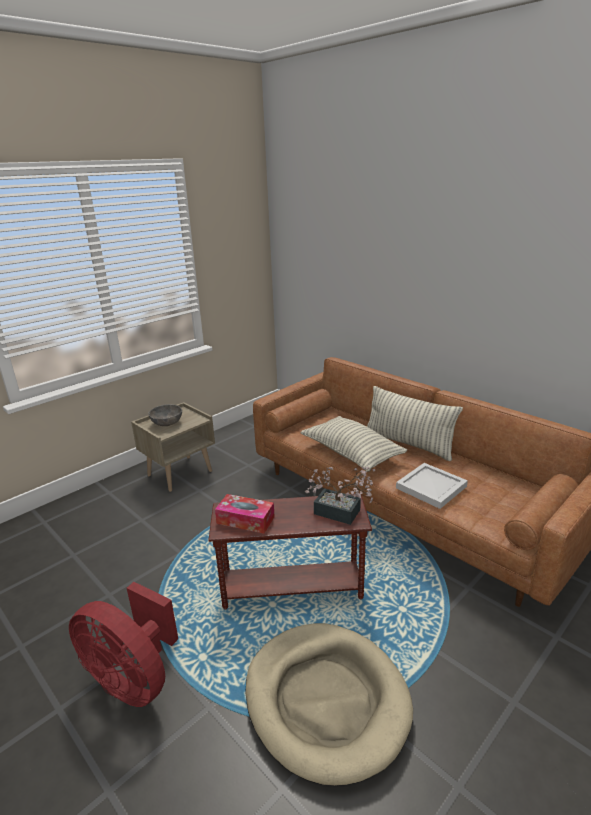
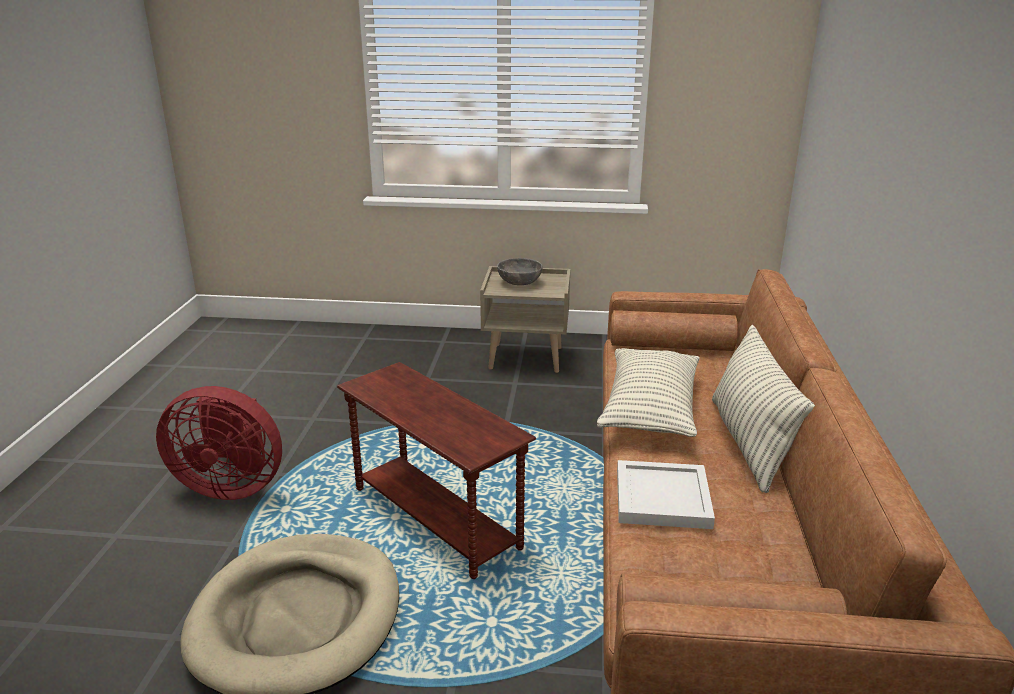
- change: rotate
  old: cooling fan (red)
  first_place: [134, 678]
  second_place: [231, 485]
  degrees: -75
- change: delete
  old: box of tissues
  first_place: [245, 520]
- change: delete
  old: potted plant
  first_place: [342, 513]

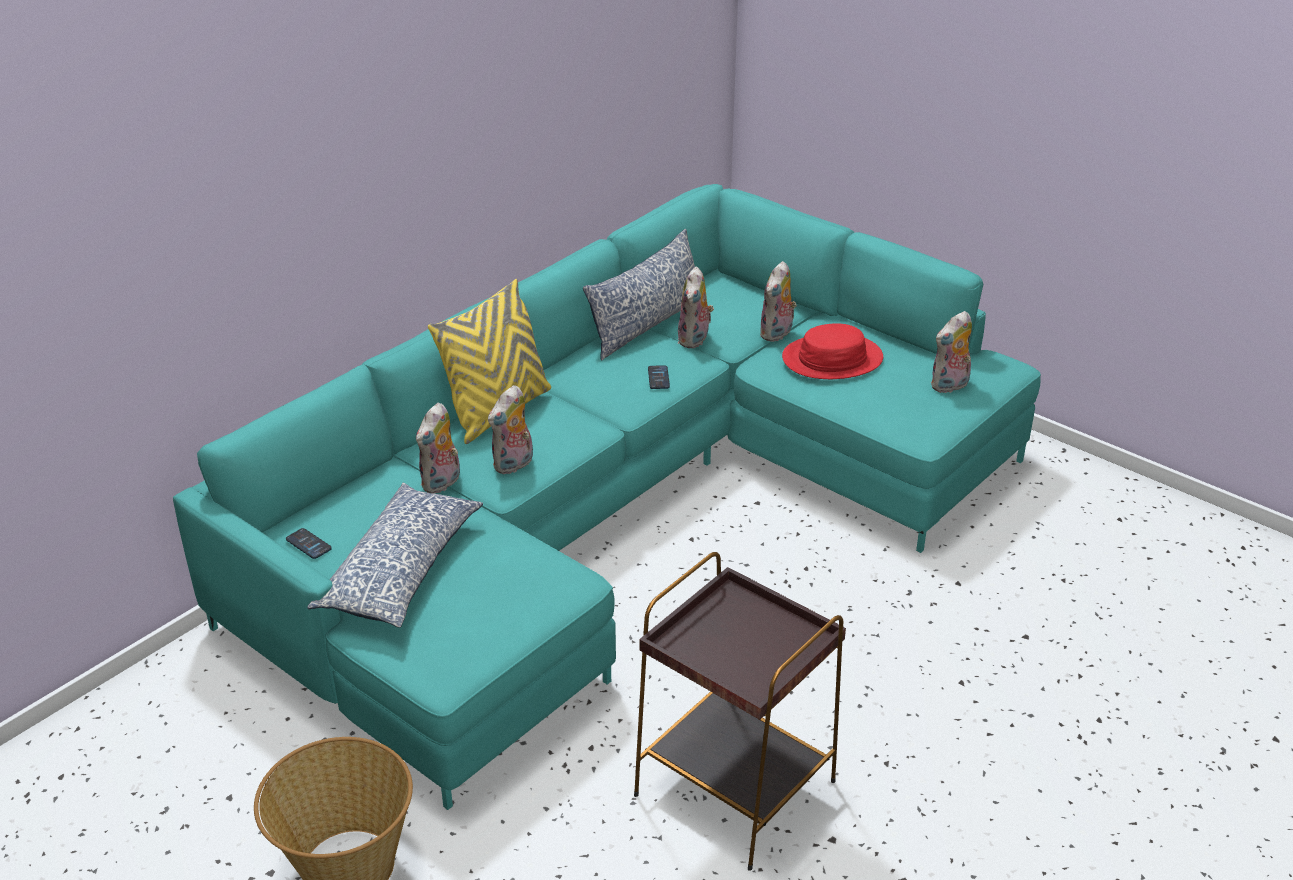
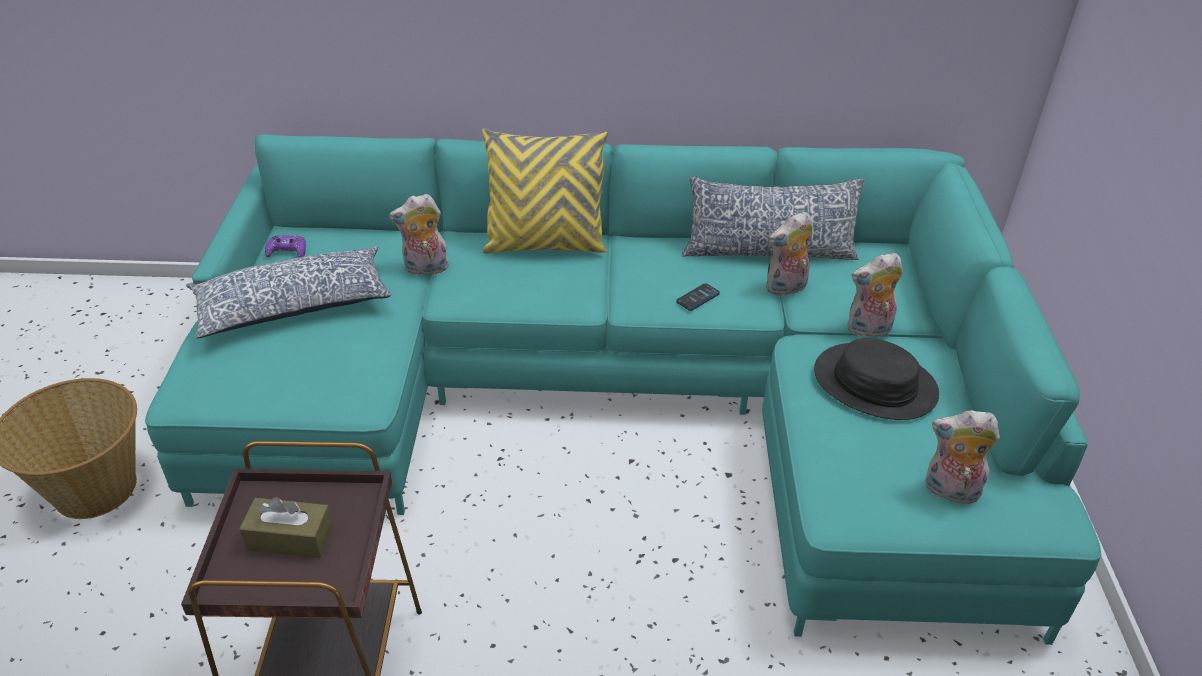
- change: insert
  new: box of tissues (brownish)
  second_place: [290, 538]
- change: replace
  old: phone
  new: gamepad (purple)
  first_place: [308, 544]
  second_place: [287, 251]
- change: recolor
  old: clothing hat (red)
  new: clothing hat (black-coloured)
  first_place: [832, 359]
  second_place: [874, 384]
- change: delete
  old: soft toy
  first_place: [514, 465]

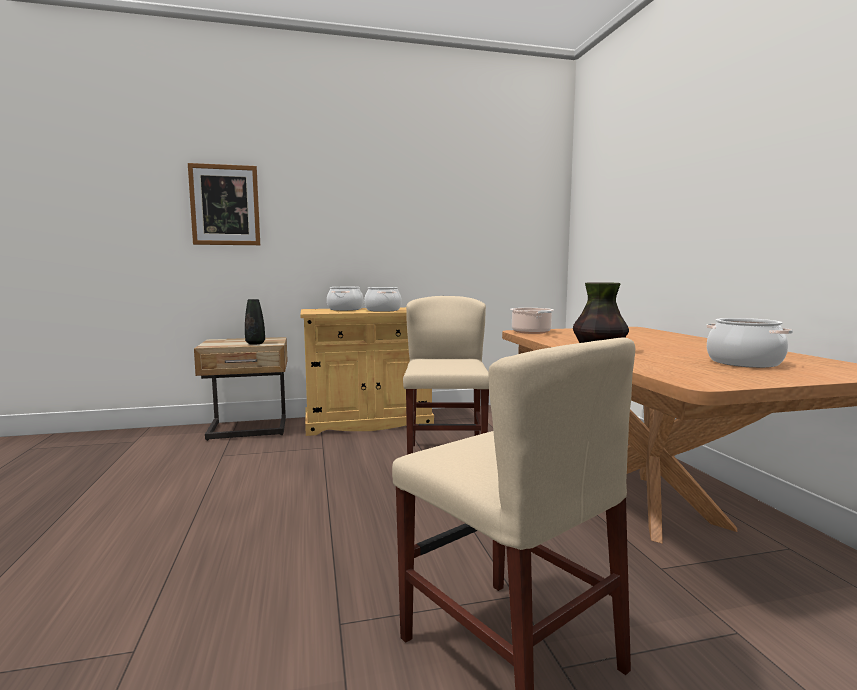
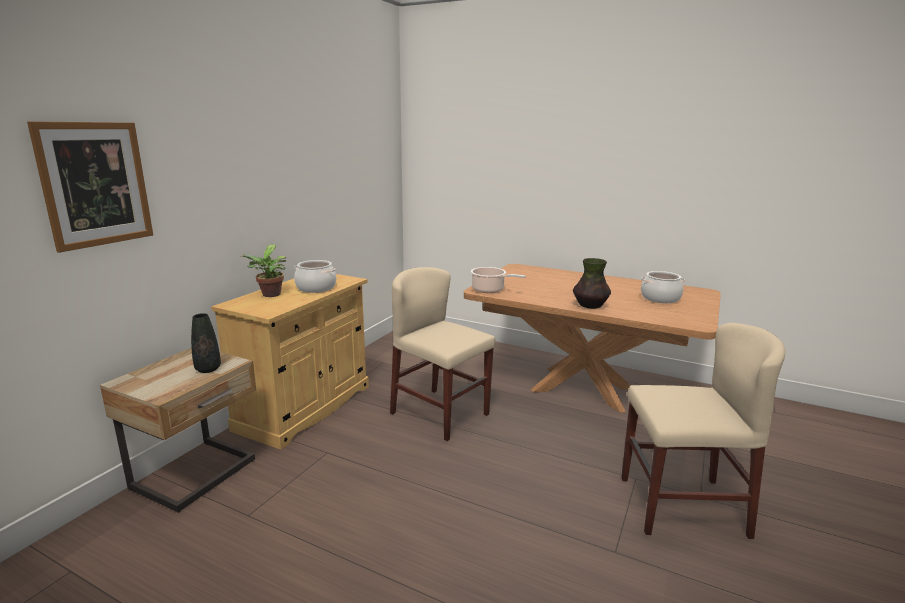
- change: replace
  old: stockpot
  new: potted plant
  first_place: [345, 309]
  second_place: [270, 295]

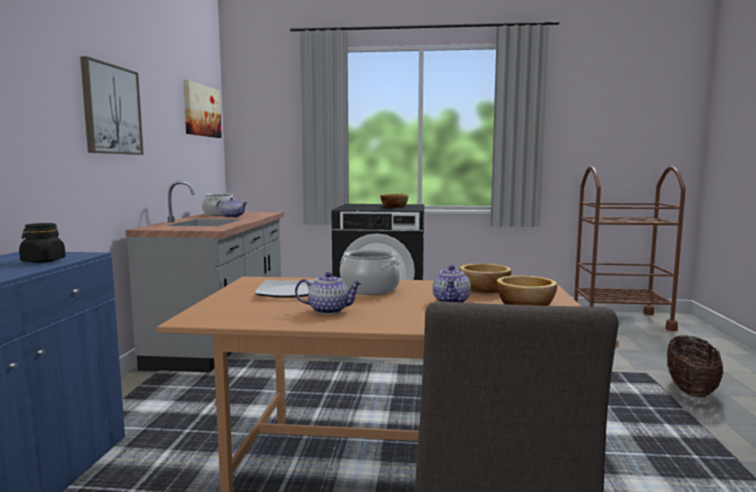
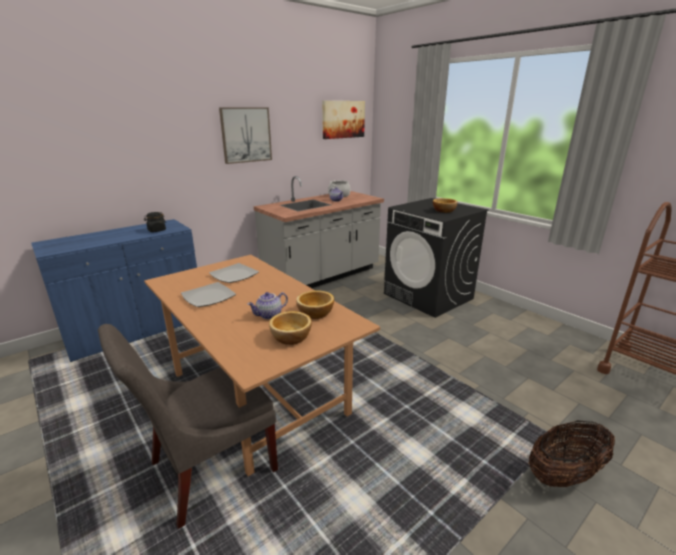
- change: replace
  old: tea pot
  new: plate
  first_place: [329, 310]
  second_place: [209, 296]
- change: delete
  old: stockpot
  first_place: [370, 289]

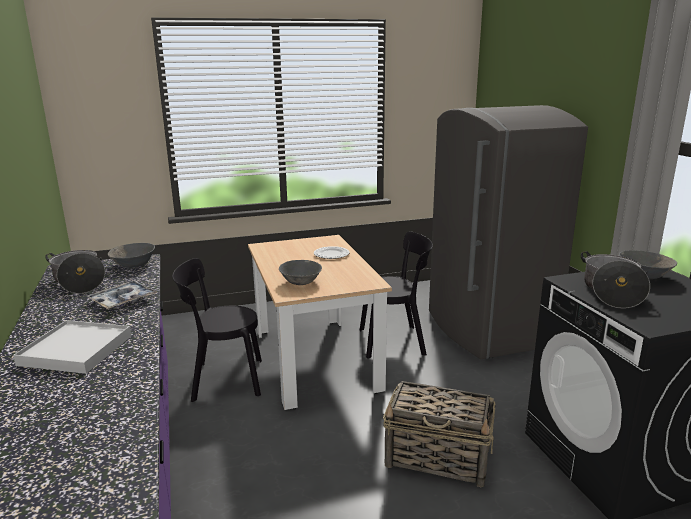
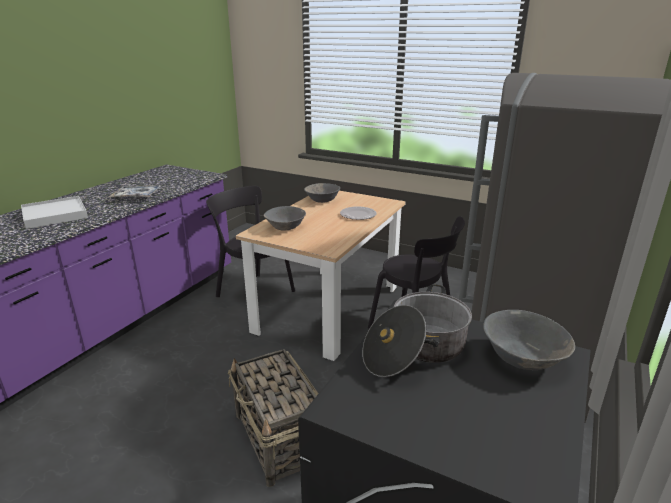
- change: move
  old: serving bowl (grey)
  first_place: [134, 264]
  second_place: [323, 200]
- change: delete
  old: stockpot
  first_place: [79, 282]

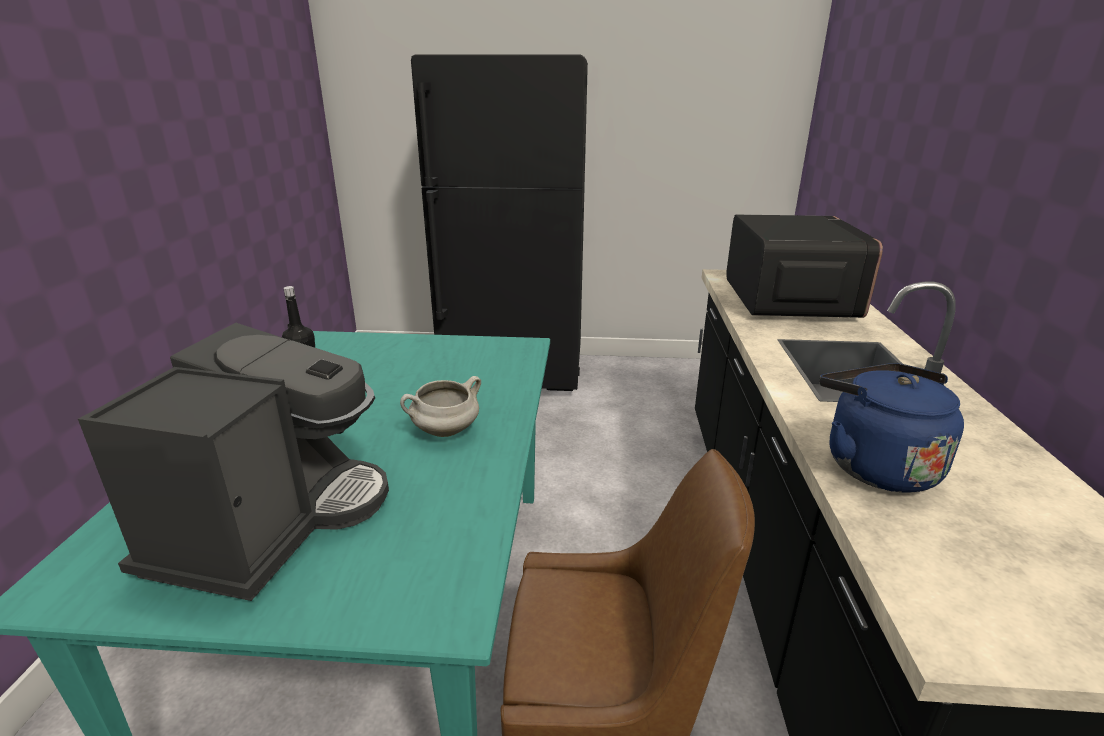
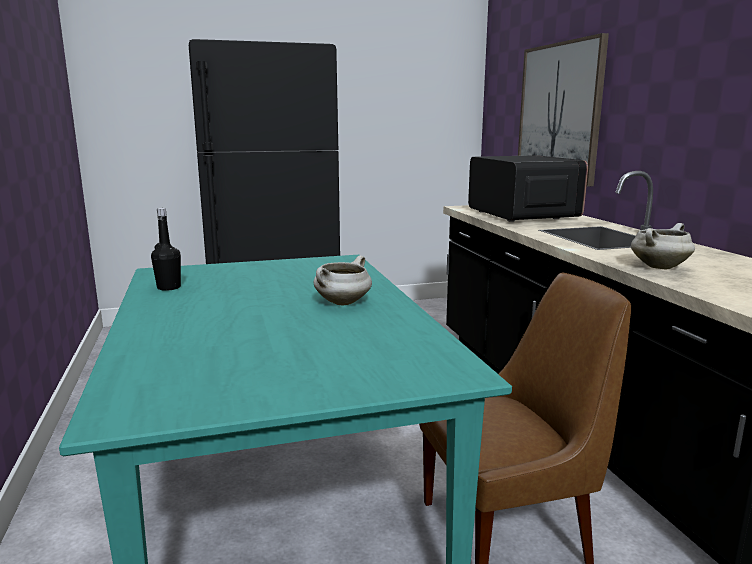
- change: insert
  new: wall art
  second_place: [559, 113]
- change: replace
  old: kettle (blue)
  new: stockpot (white)
  first_place: [874, 465]
  second_place: [659, 267]
- change: delete
  old: coffee brewer
  first_place: [272, 522]

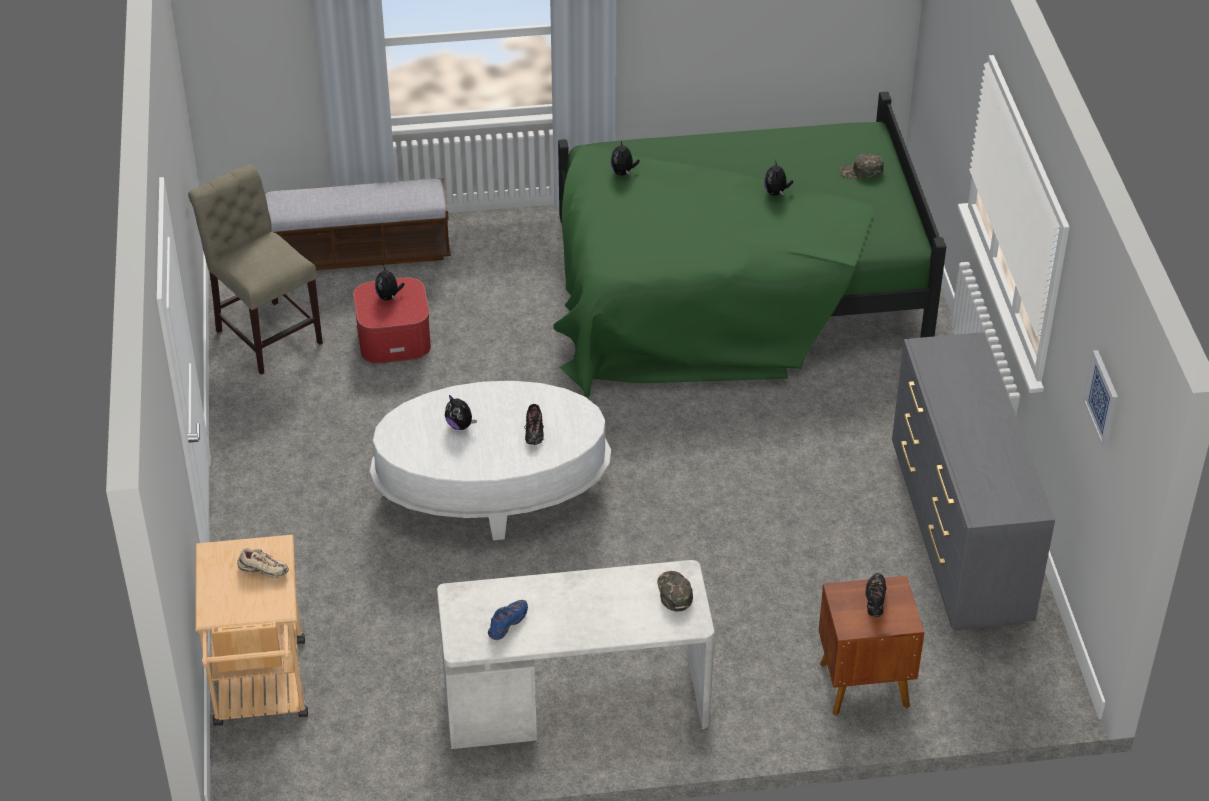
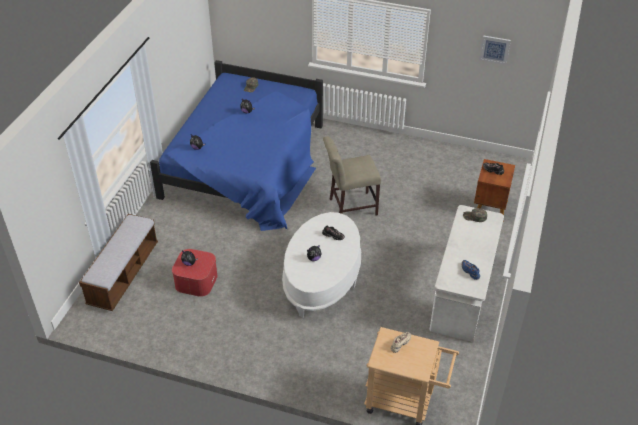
- change: recolor
  old: bed (greenish)
  new: bed (blue)
  first_place: [732, 287]
  second_place: [247, 164]
- change: move
  old: plain chair (sand-coloured)
  first_place: [265, 333]
  second_place: [350, 207]
- change: delete
  old: drawer chest (grey)
  first_place: [958, 536]

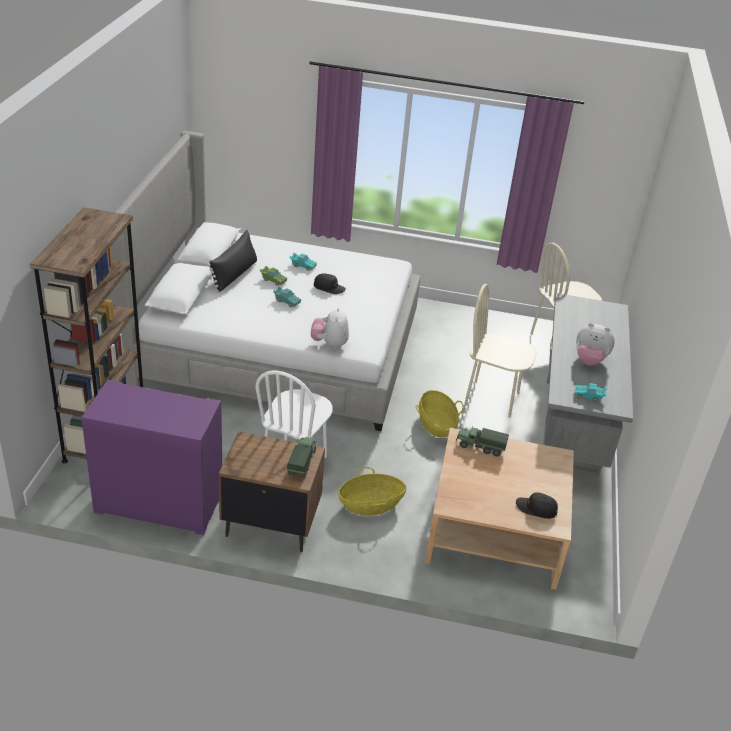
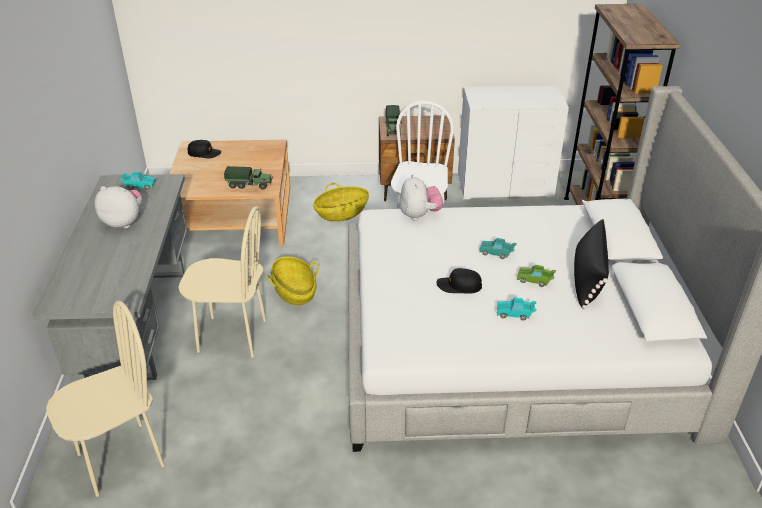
- change: recolor
  old: drawer chest (purple)
  new: drawer chest (white)
  first_place: [158, 504]
  second_place: [504, 186]

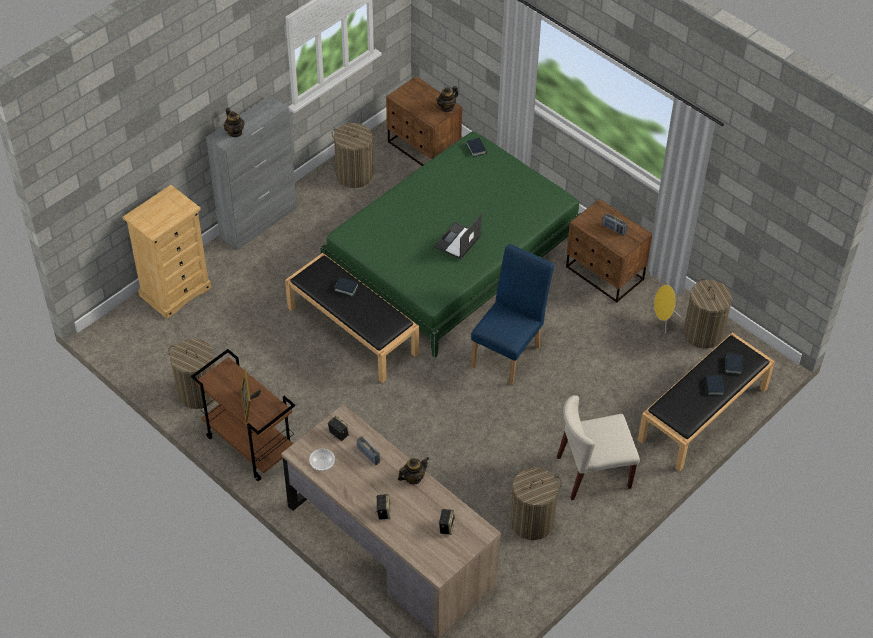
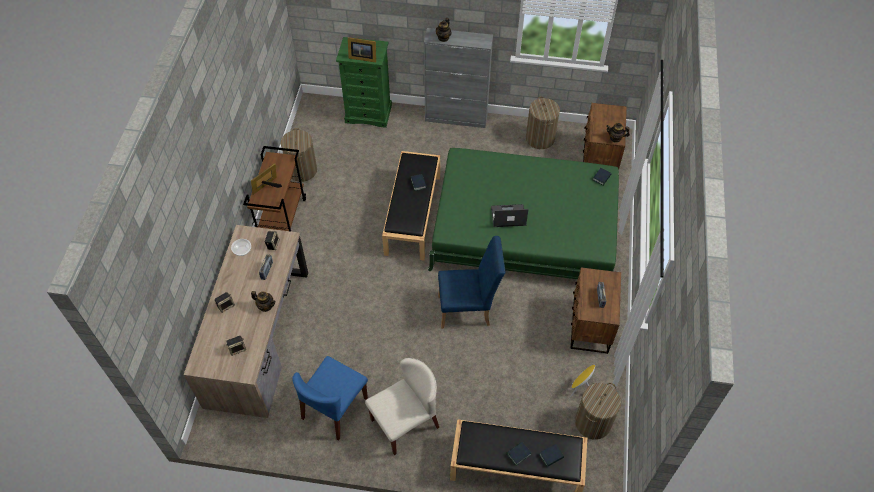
- change: replace
  old: washing basket
  new: plain chair (blue)
  first_place: [531, 522]
  second_place: [334, 408]
- change: recolor
  old: drawer chest (sand-coloured)
  new: drawer chest (greenish)
  first_place: [175, 291]
  second_place: [368, 113]
- change: insert
  new: picture frame
  second_place: [362, 57]
- change: rotate
  old: plain chair (sand-coloured)
  first_place: [593, 473]
  second_place: [405, 423]
  degrees: 105

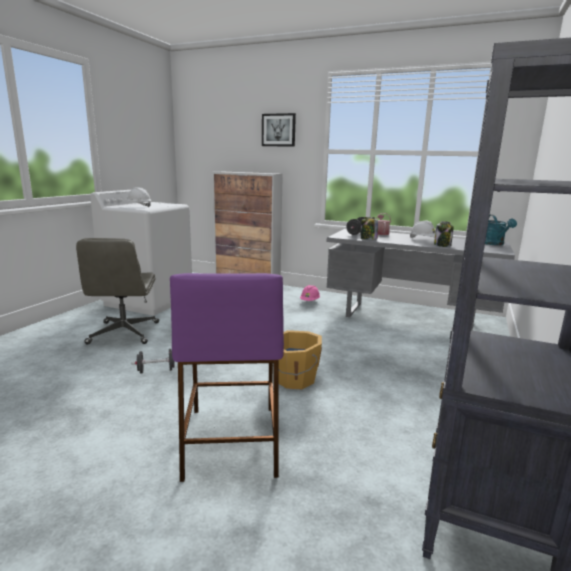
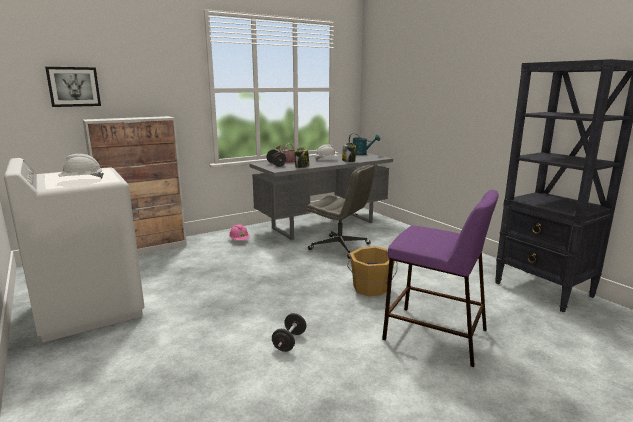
- change: move
  old: wall art
  first_place: [278, 130]
  second_place: [74, 86]
- change: move
  old: computer chair (grey)
  first_place: [124, 333]
  second_place: [340, 247]

